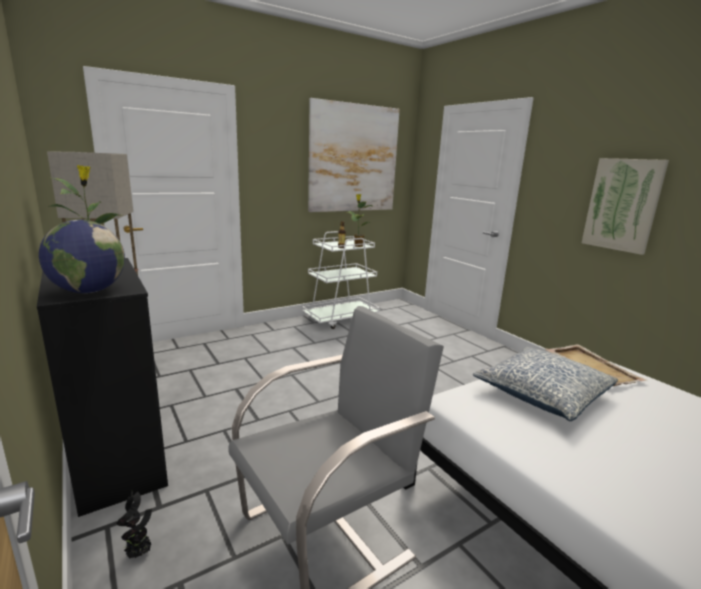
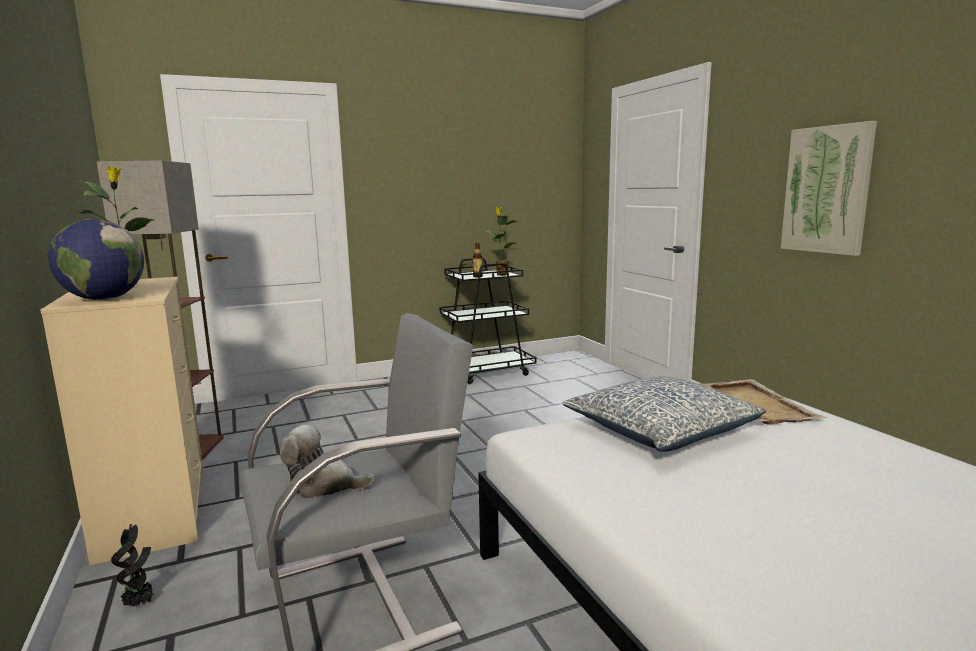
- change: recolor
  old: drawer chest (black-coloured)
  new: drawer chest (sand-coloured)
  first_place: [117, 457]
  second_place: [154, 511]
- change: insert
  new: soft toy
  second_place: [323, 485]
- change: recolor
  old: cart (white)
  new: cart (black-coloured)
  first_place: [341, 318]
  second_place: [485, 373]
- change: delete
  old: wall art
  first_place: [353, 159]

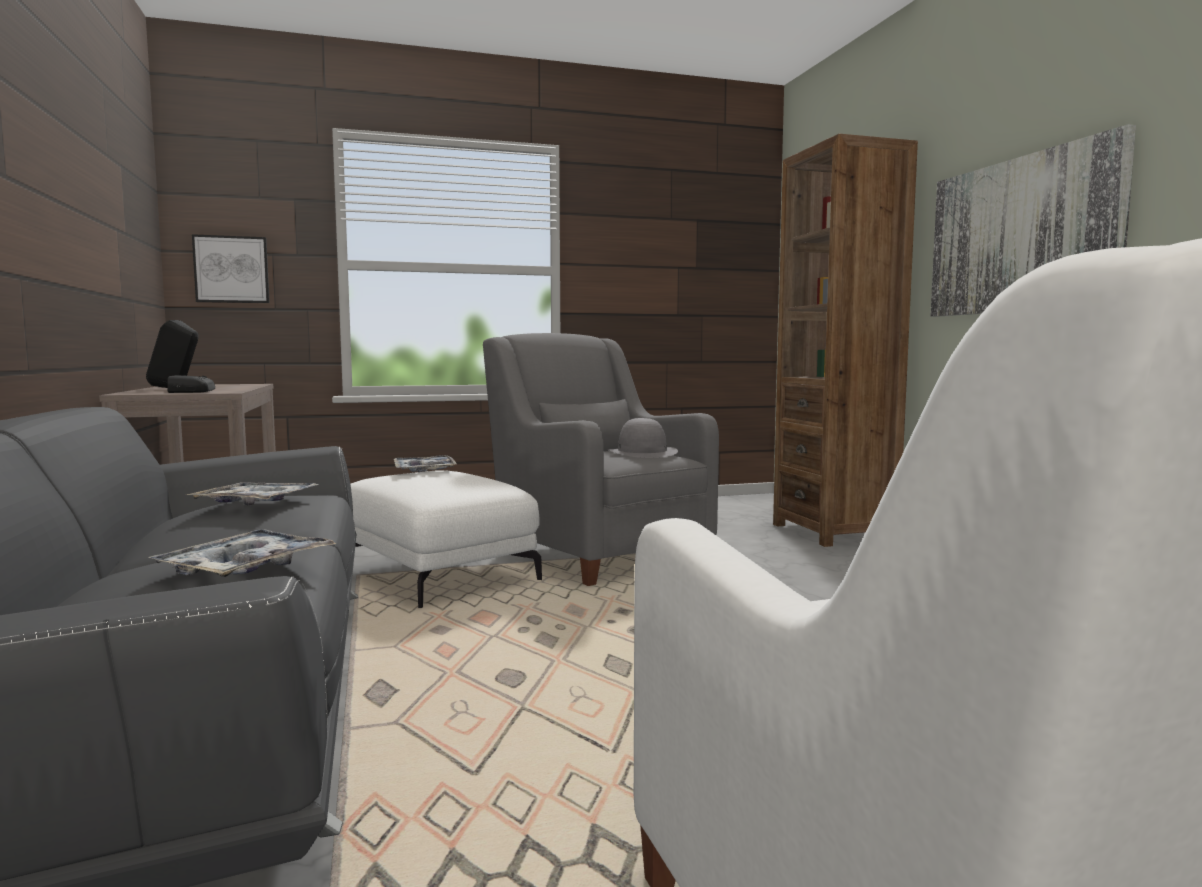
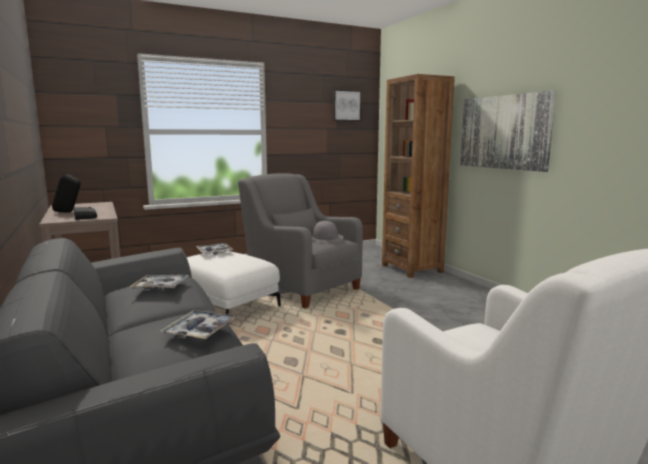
- change: move
  old: wall art
  first_place: [232, 269]
  second_place: [346, 105]

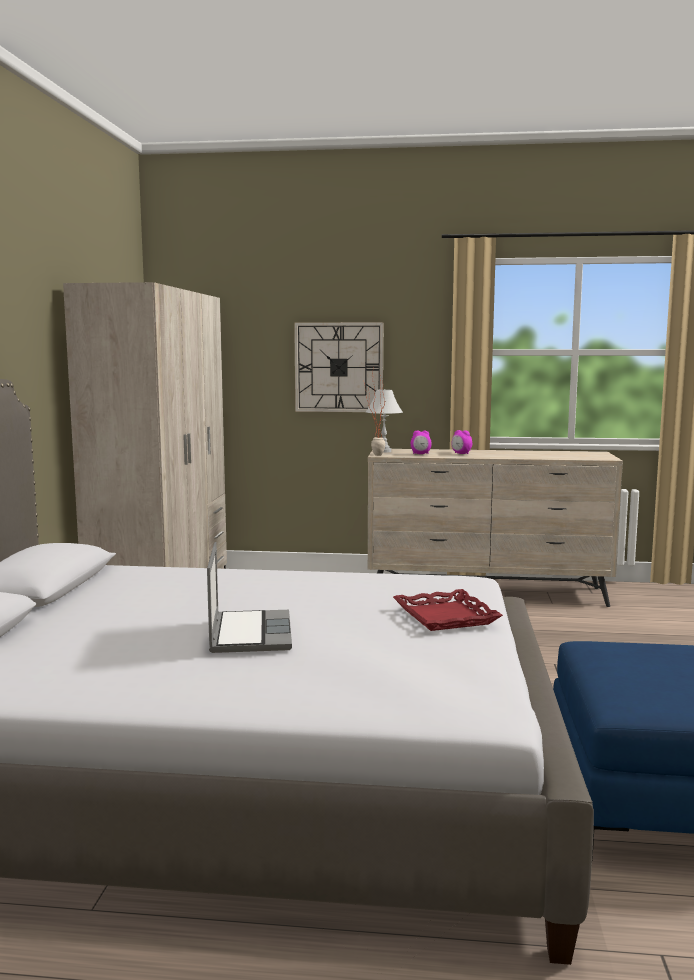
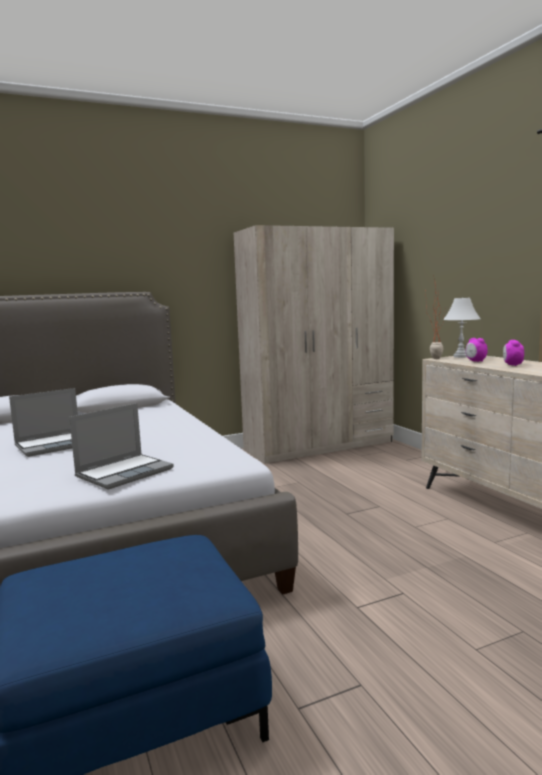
- change: replace
  old: tray (red)
  new: notebook computer
  first_place: [444, 617]
  second_place: [125, 472]
- change: delete
  old: wall clock
  first_place: [339, 367]

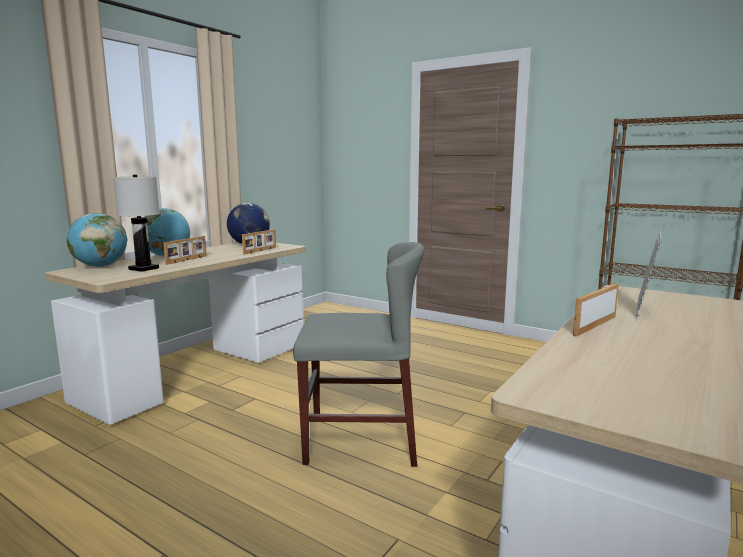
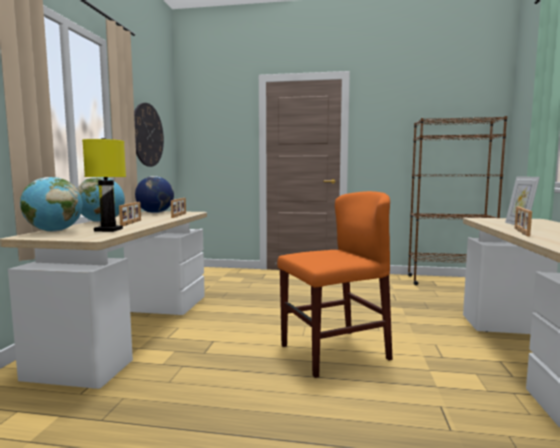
- change: recolor
  old: tabletop lamp (white)
  new: tabletop lamp (yellowish)
  first_place: [143, 269]
  second_place: [108, 230]
- change: insert
  new: wall clock
  second_place: [147, 135]
- change: recolor
  old: plain chair (grey)
  new: plain chair (orangey)
  first_place: [361, 440]
  second_place: [334, 352]

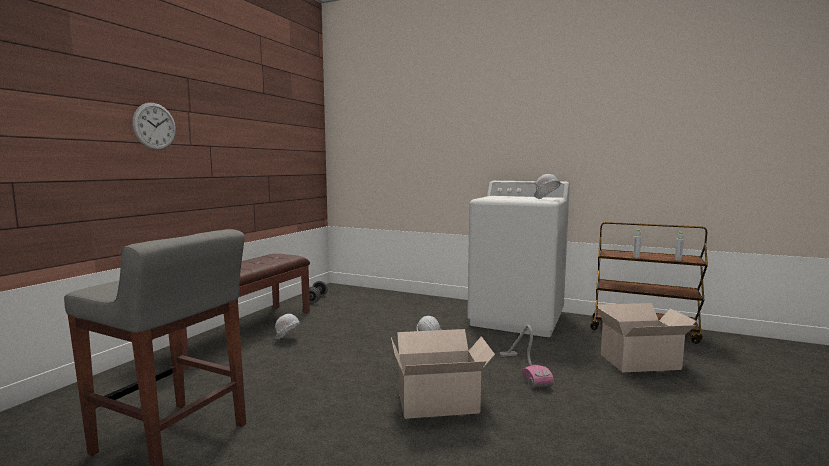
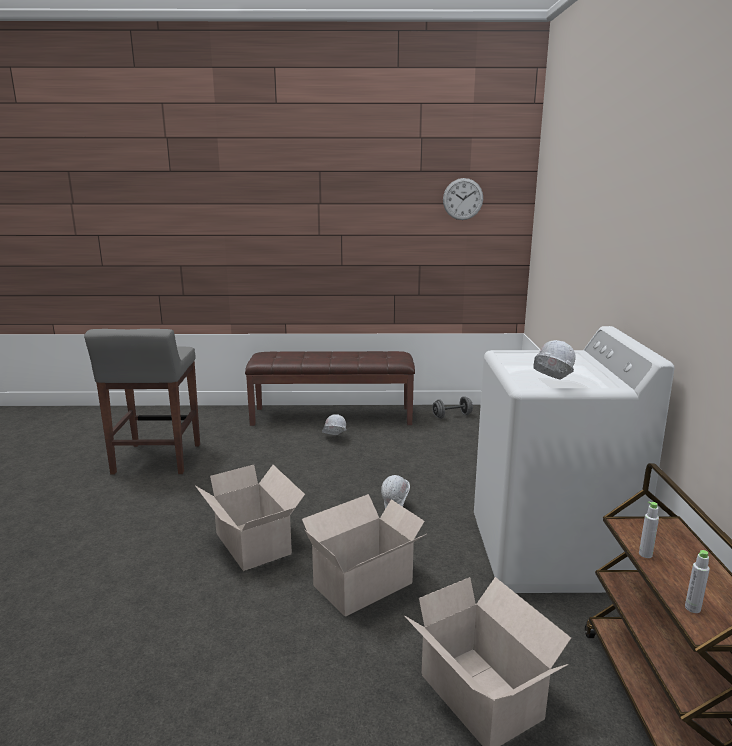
- change: replace
  old: vacuum
  new: packing box
  first_place: [523, 369]
  second_place: [365, 584]
- change: move
  old: wall clock
  first_place: [154, 126]
  second_place: [463, 199]

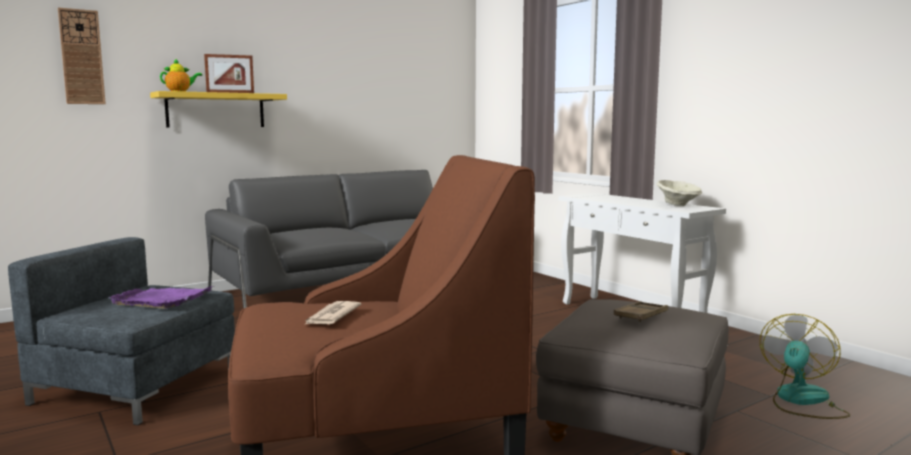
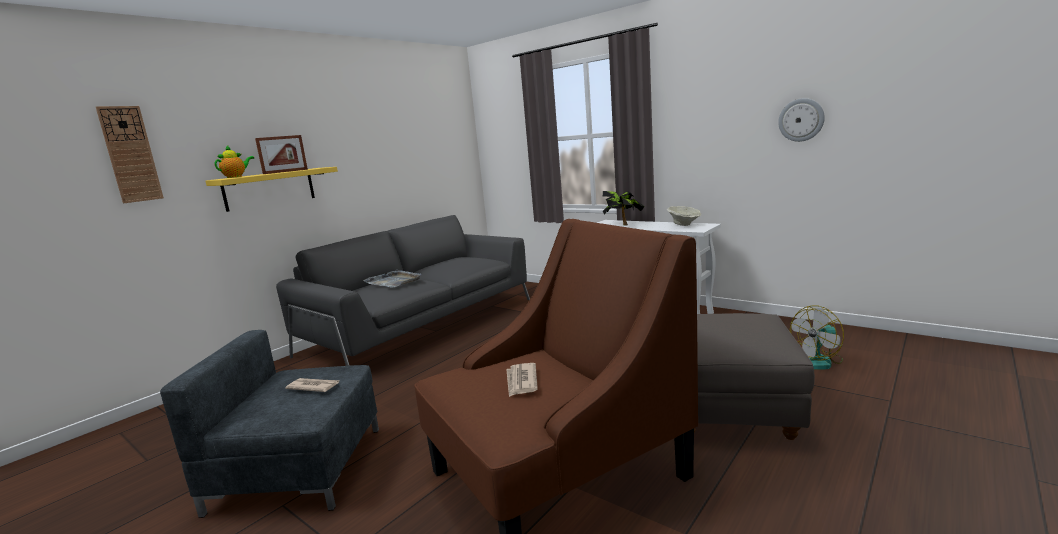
- change: replace
  old: tray (purple)
  new: printed paper
  first_place: [162, 299]
  second_place: [313, 387]
- change: insert
  new: tray (grey)
  second_place: [394, 281]
- change: insert
  new: potted plant
  second_place: [622, 224]
- change: insert
  new: wall clock
  second_place: [801, 120]
- change: rotate
  old: cooling fan
  first_place: [801, 401]
  second_place: [816, 361]
  degrees: -135
- change: delete
  old: tray (brownish)
  first_place: [641, 316]

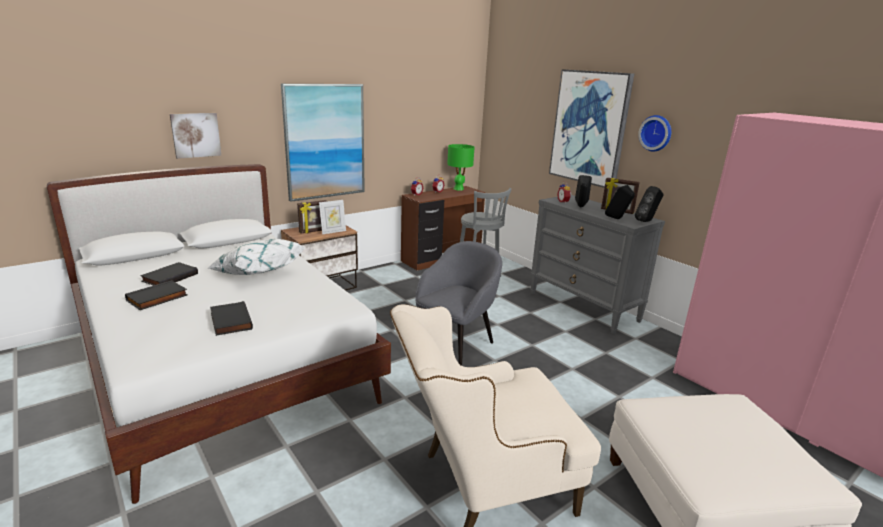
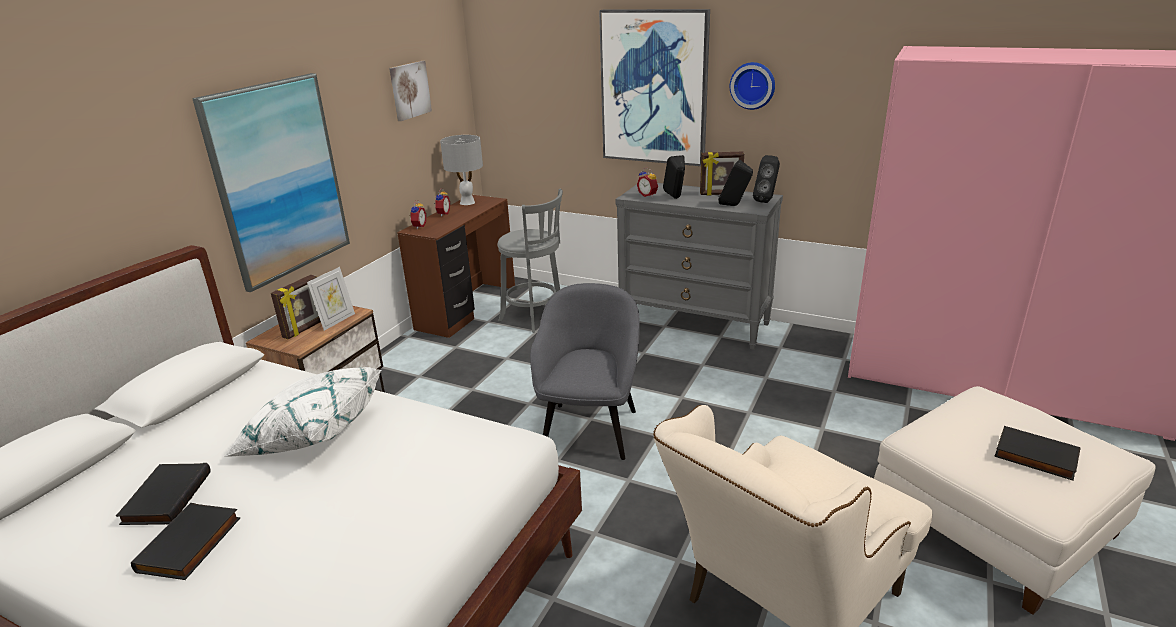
- change: move
  old: wall art
  first_place: [195, 135]
  second_place: [409, 90]
- change: recolor
  old: tabletop lamp (greenish)
  new: tabletop lamp (grey)
  first_place: [459, 189]
  second_place: [467, 202]
- change: move
  old: volume (black-coloured)
  first_place: [229, 321]
  second_place: [1035, 457]

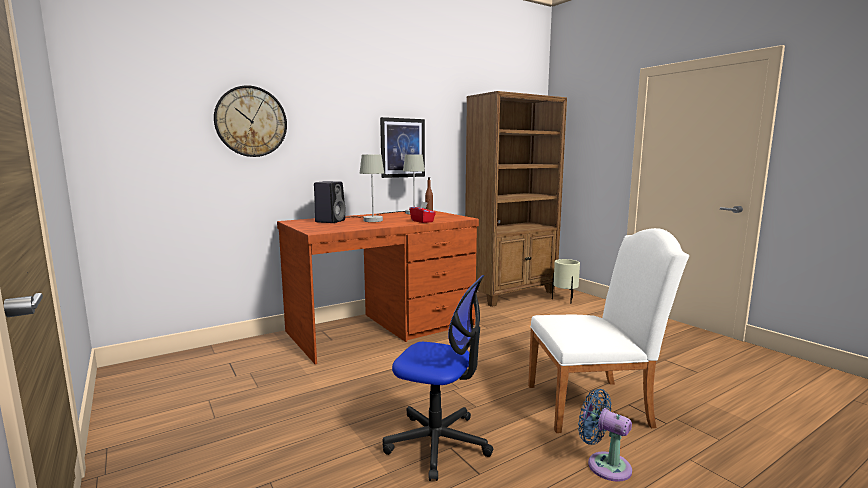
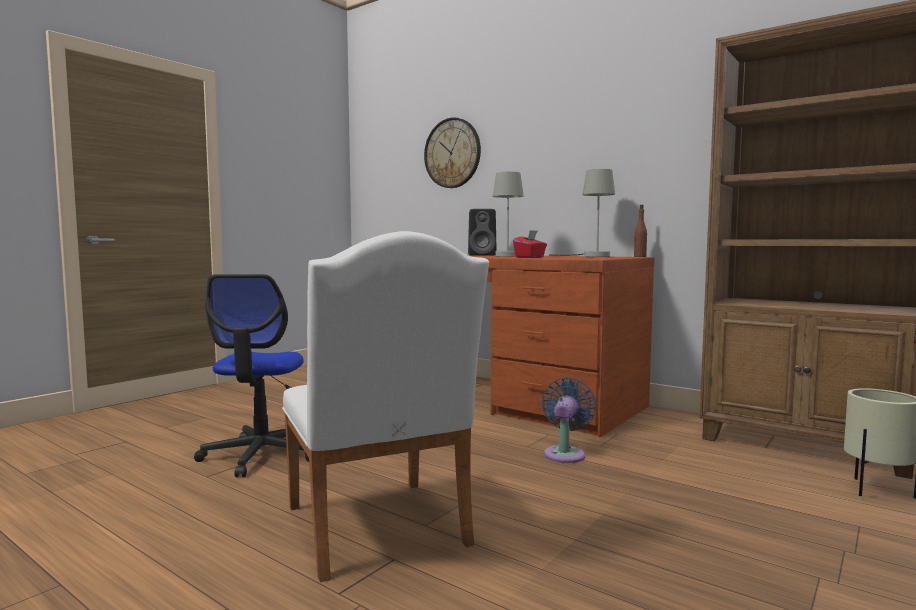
- change: move
  old: cooling fan (blue)
  first_place: [604, 464]
  second_place: [565, 453]
- change: delete
  old: wall art
  first_place: [402, 148]

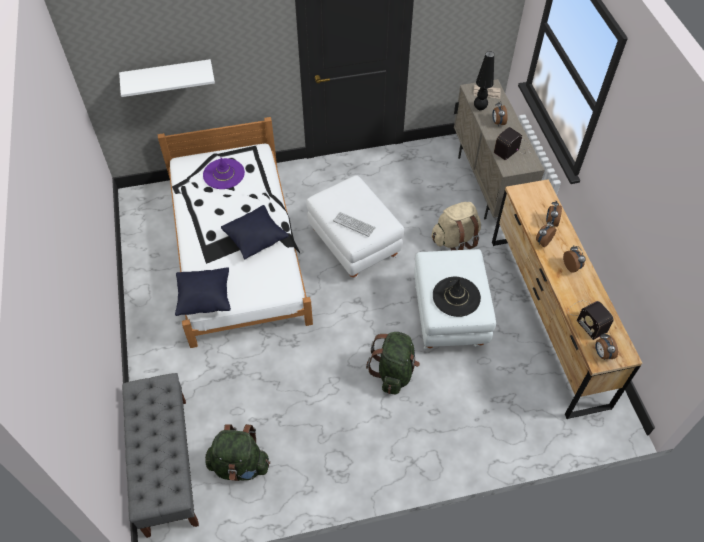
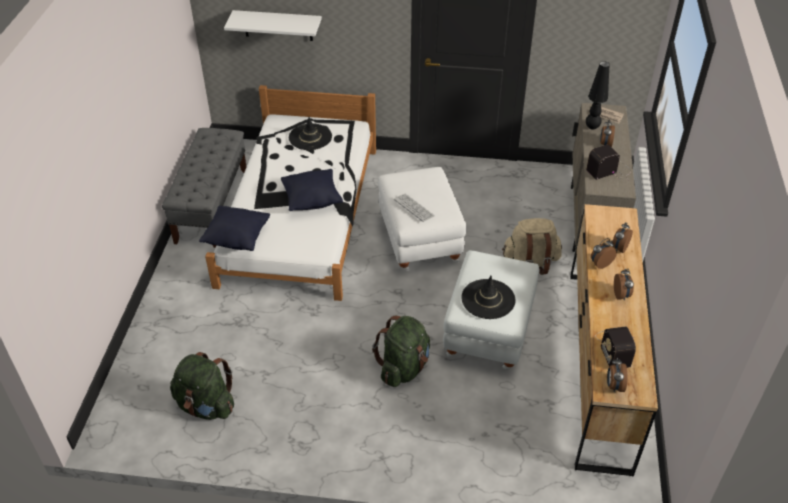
- change: move
  old: long seat (grey)
  first_place: [166, 464]
  second_place: [212, 205]
- change: recolor
  old: clothing hat (purple)
  new: clothing hat (black-coloured)
  first_place: [224, 174]
  second_place: [310, 137]

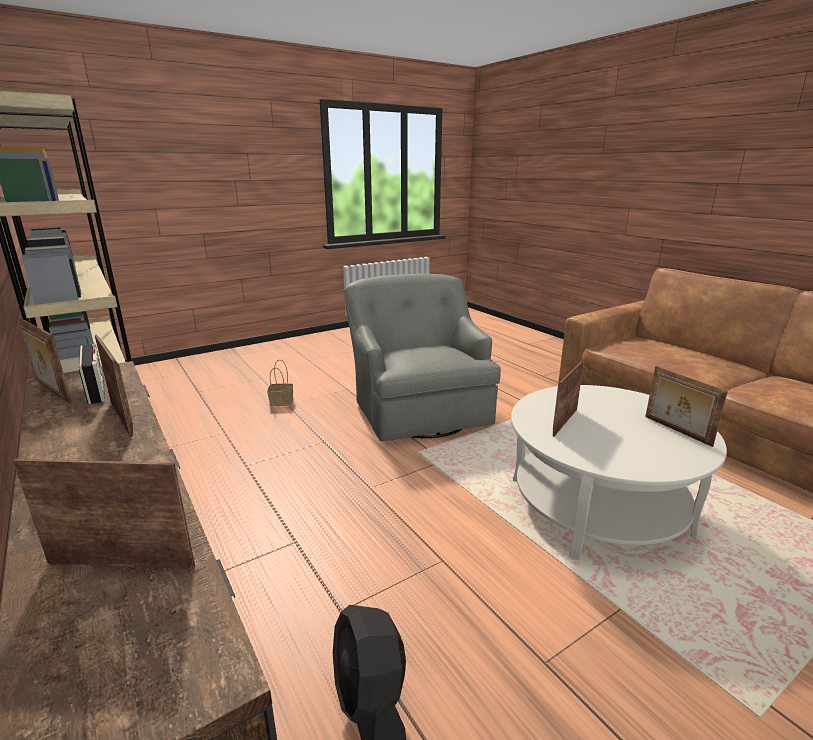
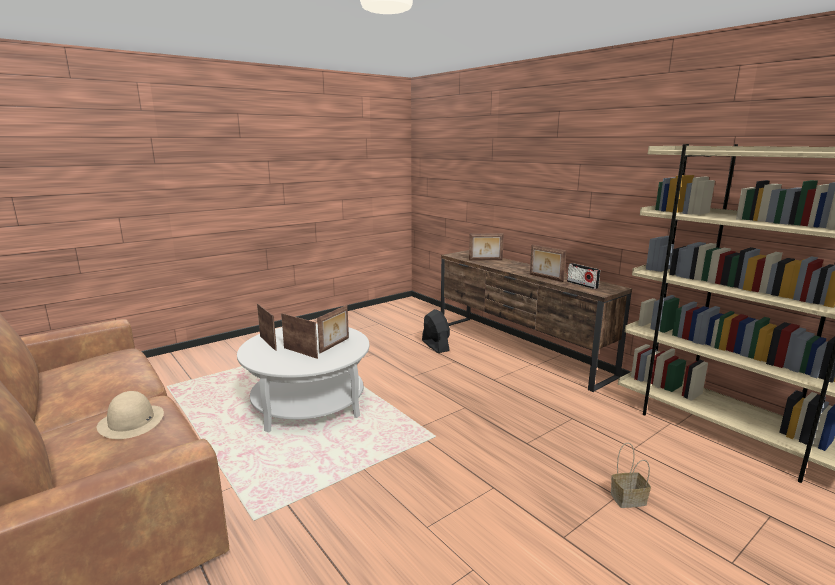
- change: insert
  new: clothing hat (sand-coloured)
  second_place: [131, 421]
- change: move
  old: picture frame
  first_place: [52, 392]
  second_place: [301, 352]
- change: delete
  old: easy chair (grey)
  first_place: [418, 408]

